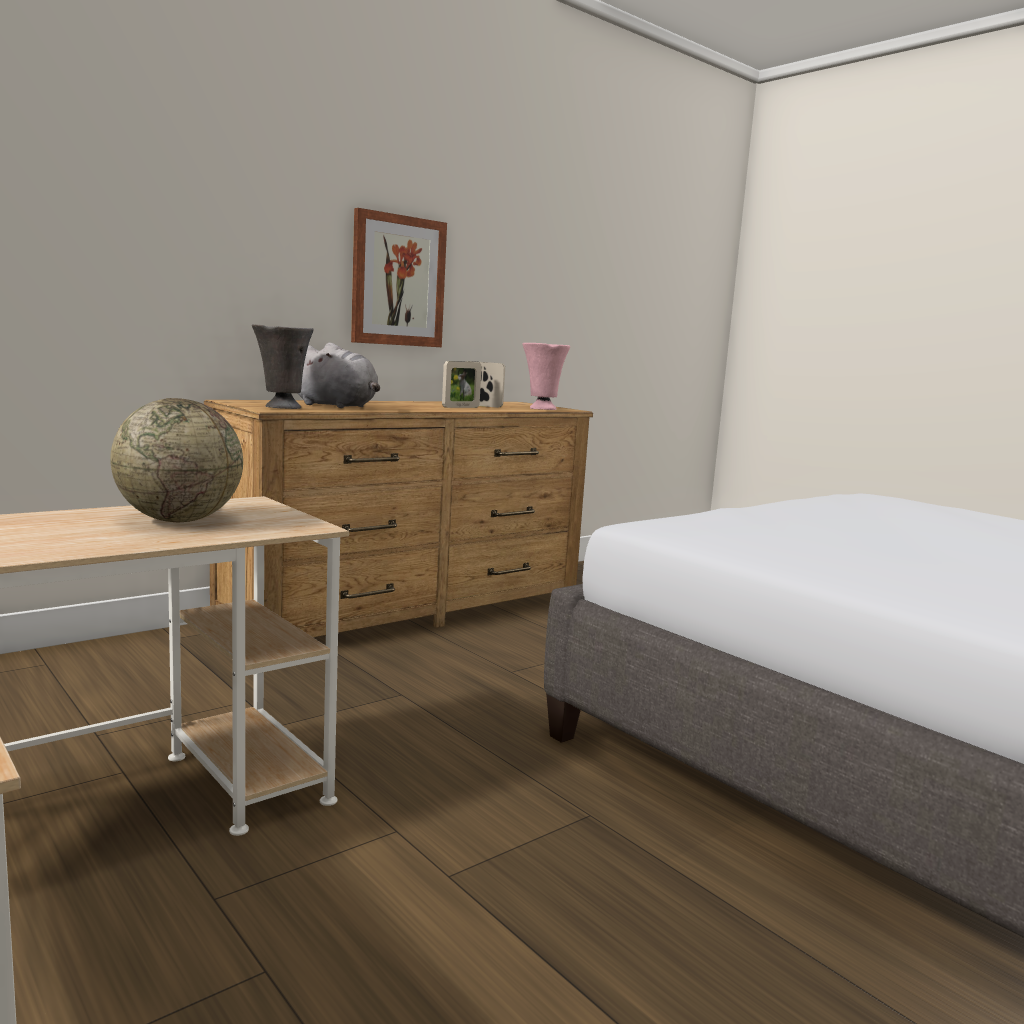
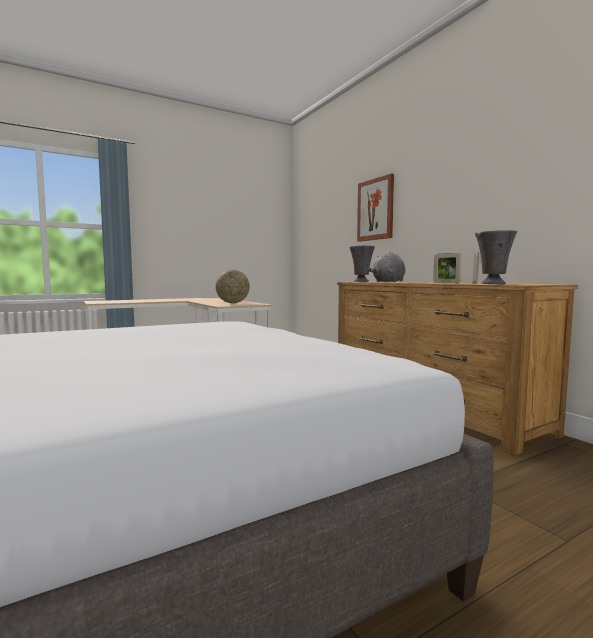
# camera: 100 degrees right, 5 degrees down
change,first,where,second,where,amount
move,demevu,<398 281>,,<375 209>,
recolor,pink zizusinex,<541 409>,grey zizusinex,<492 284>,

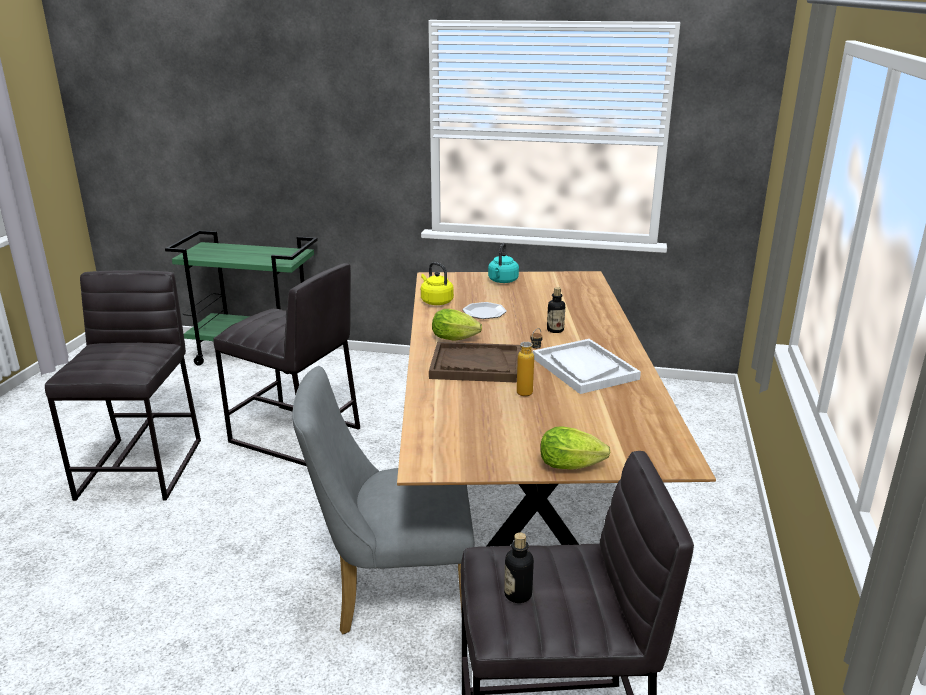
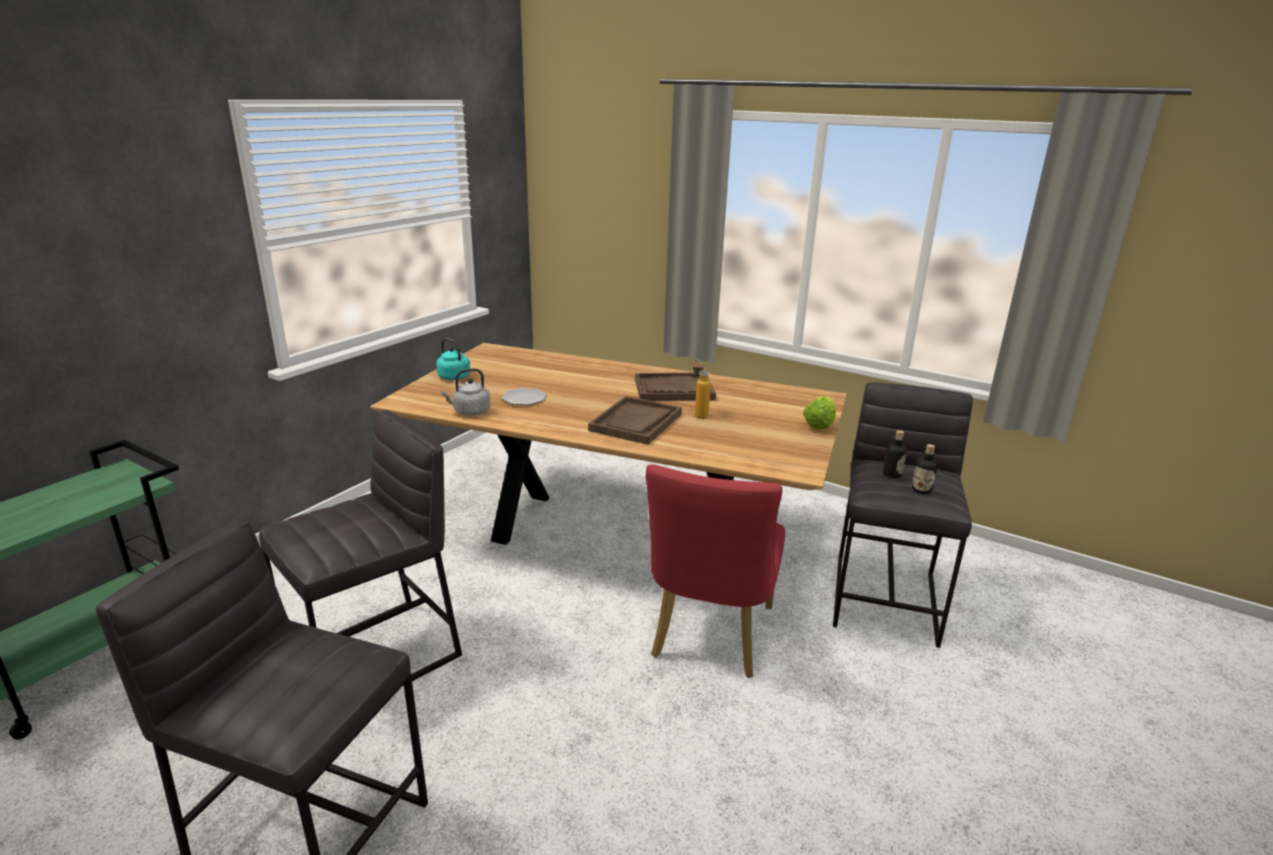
# camera: 70 degrees left, 0 degrees up
change,first,where,second,where,amount
recolor,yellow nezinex,<435 301>,grey nezinex,<469 412>,
move,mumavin,<555 330>,,<892 475>,
delete,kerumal,<457 339>,,,
recolor,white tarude,<584 368>,brown tarude,<673 389>,
recolor,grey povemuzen,<392 594>,red povemuzen,<709 638>,

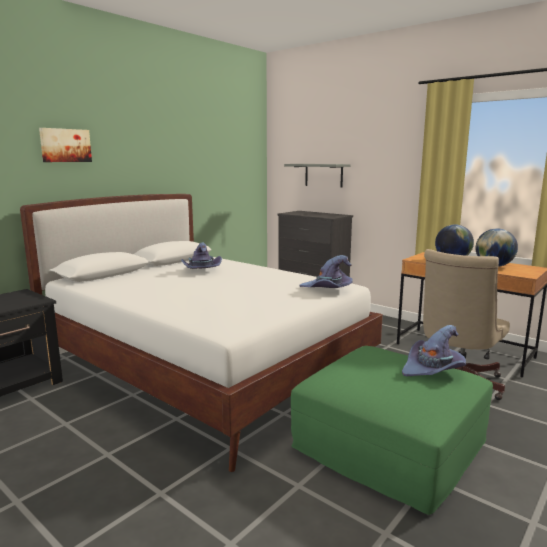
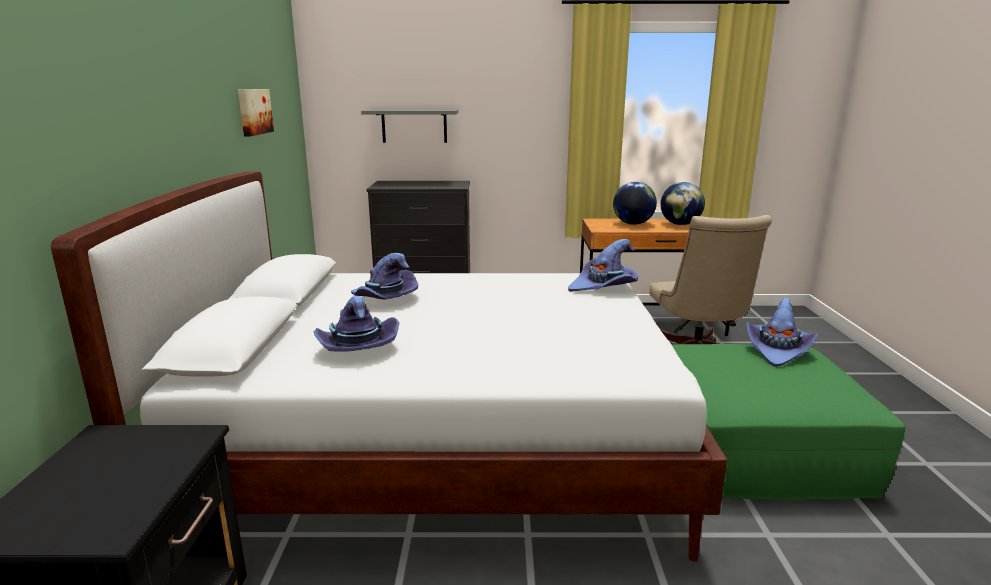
# camera: 40 degrees left, 5 degrees up
change,first,where,second,where,amount
move,demevu,<65 145>,,<253 111>,
insert,,,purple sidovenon,<357 348>,

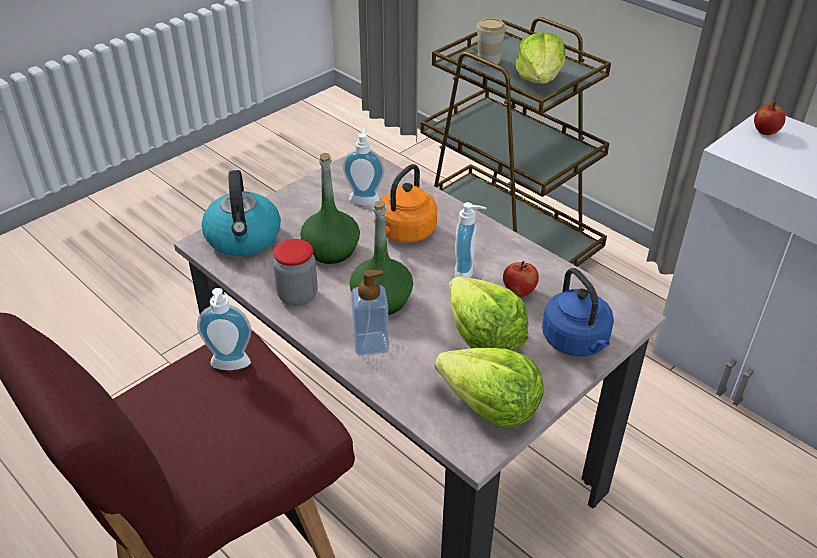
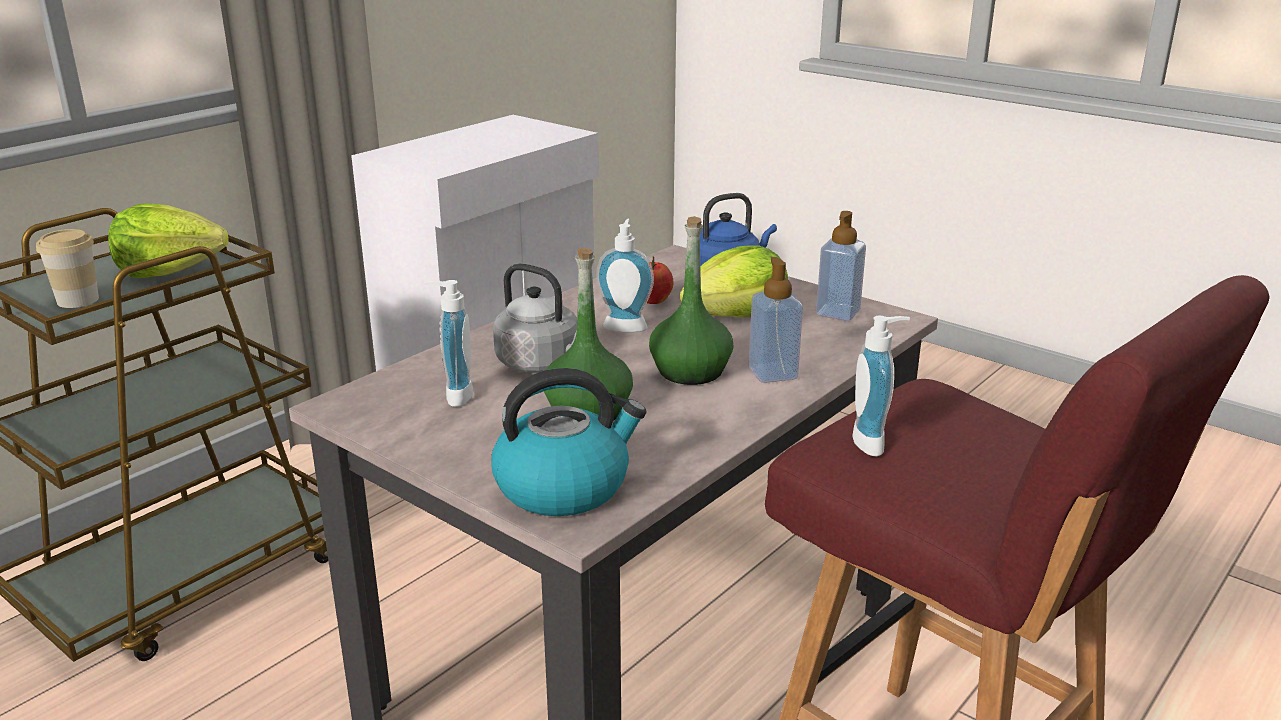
# camera: 95 degrees left, 15 degrees down
change,first,where,second,where,amount
delete,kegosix,<765 132>,,,
recolor,orange nezinex,<405 233>,grey nezinex,<542 364>,
delete,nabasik,<297 296>,,,
replace,kerumal,<490 406>,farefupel,<838 312>,

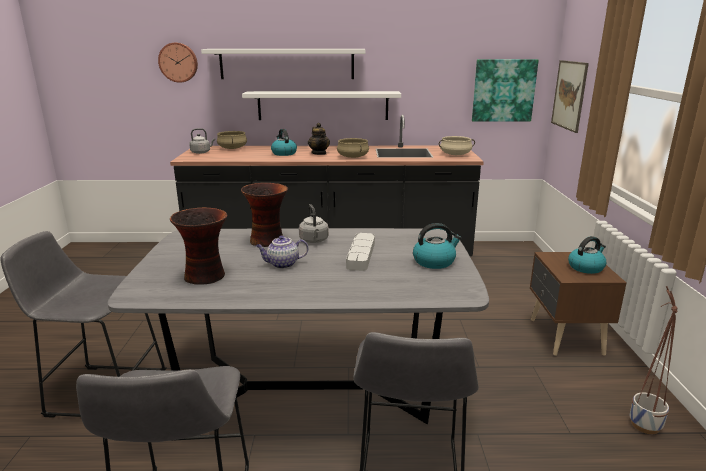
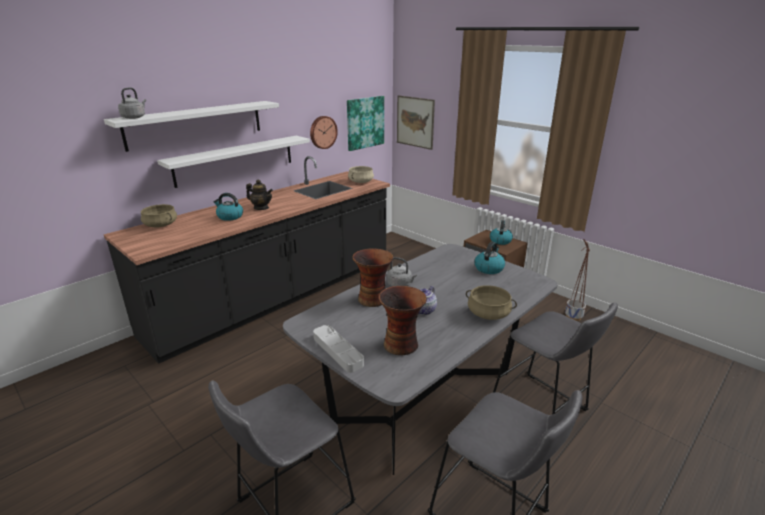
# camera: 45 degrees left, 5 degrees up
change,first,where,second,where,amount
move,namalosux,<178 62>,,<322 132>,
move,grey nezinex,<201 152>,,<134 117>,
move,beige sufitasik,<353 157>,,<488 314>,
move,grey tarude,<361 255>,,<337 351>,

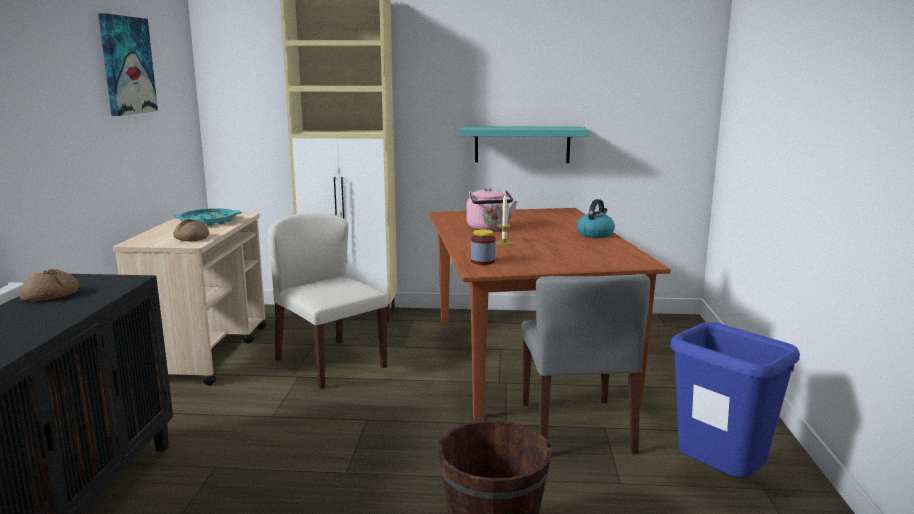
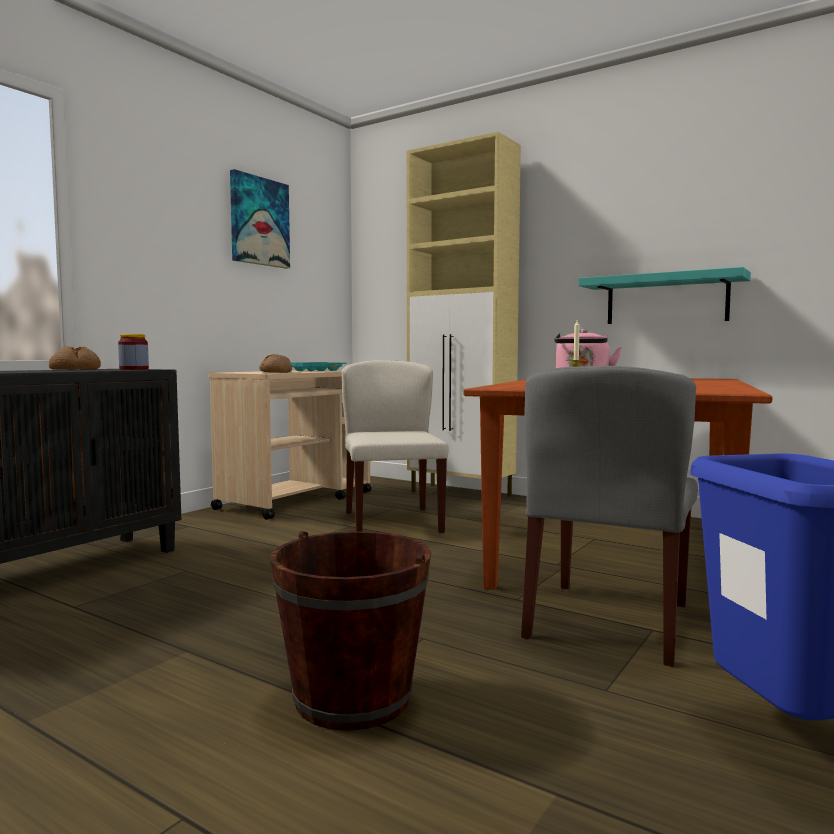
# camera: 30 degrees right, 10 degrees down
change,first,where,second,where,amount
delete,nezinex,<595 234>,,,
move,nabasik,<483 261>,,<134 369>,

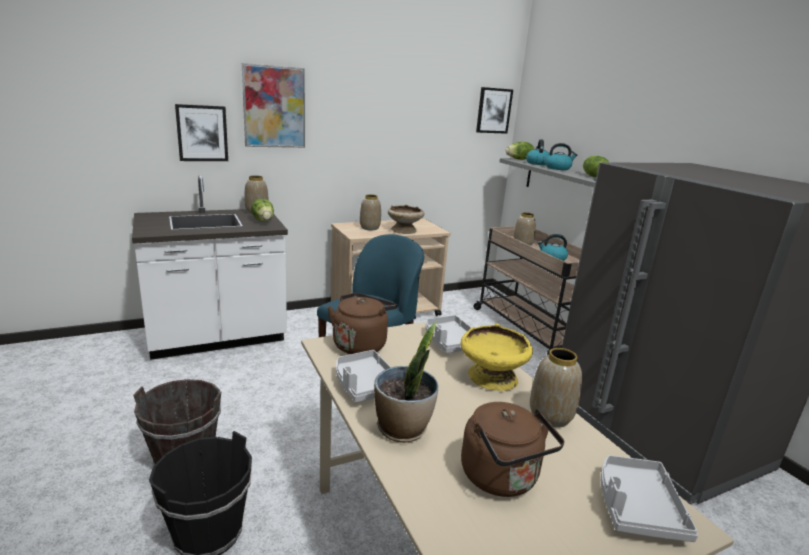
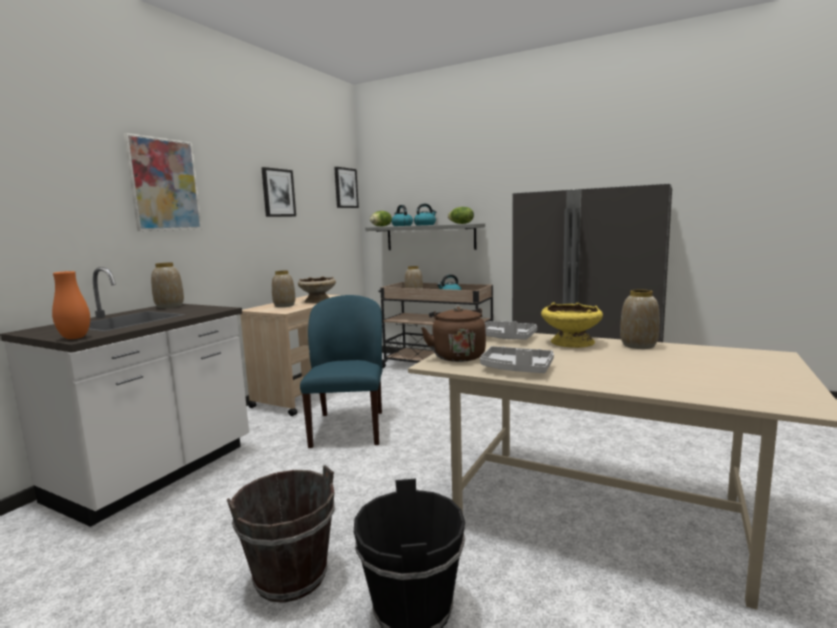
# camera: 35 degrees left, 10 degrees down
change,first,where,second,where,amount
move,demevu,<202 133>,,<278 193>,
delete,kerumal,<263 221>,,,
delete,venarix,<403 429>,,,
delete,brown nezinex,<502 478>,,,
delete,grey tarude,<636 507>,,,
insert,,,orange zizusinex,<75 338>,

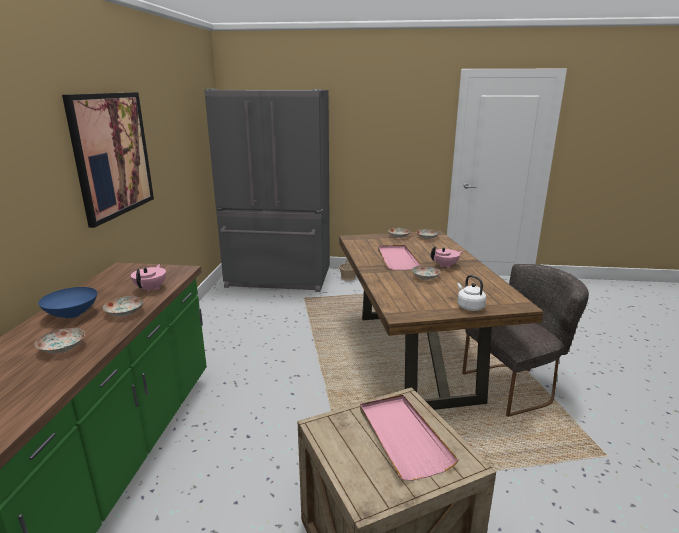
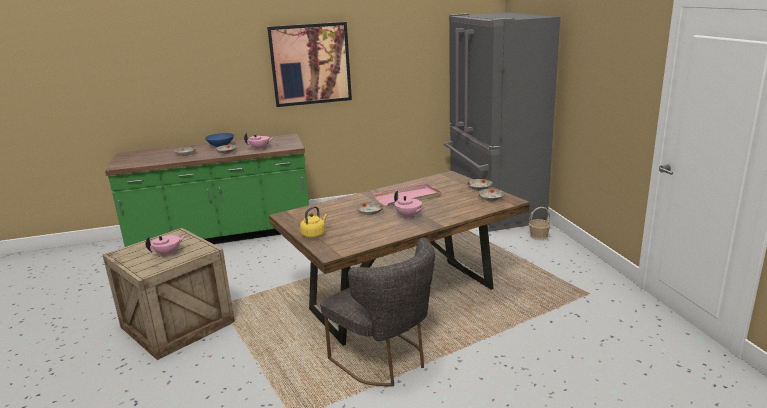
# camera: 70 degrees right, 0 degrees up
change,first,where,second,where,amount
recolor,white nezinex,<469 306>,yellow nezinex,<314 234>,
replace,pink tarude,<402 437>,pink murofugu,<168 253>,

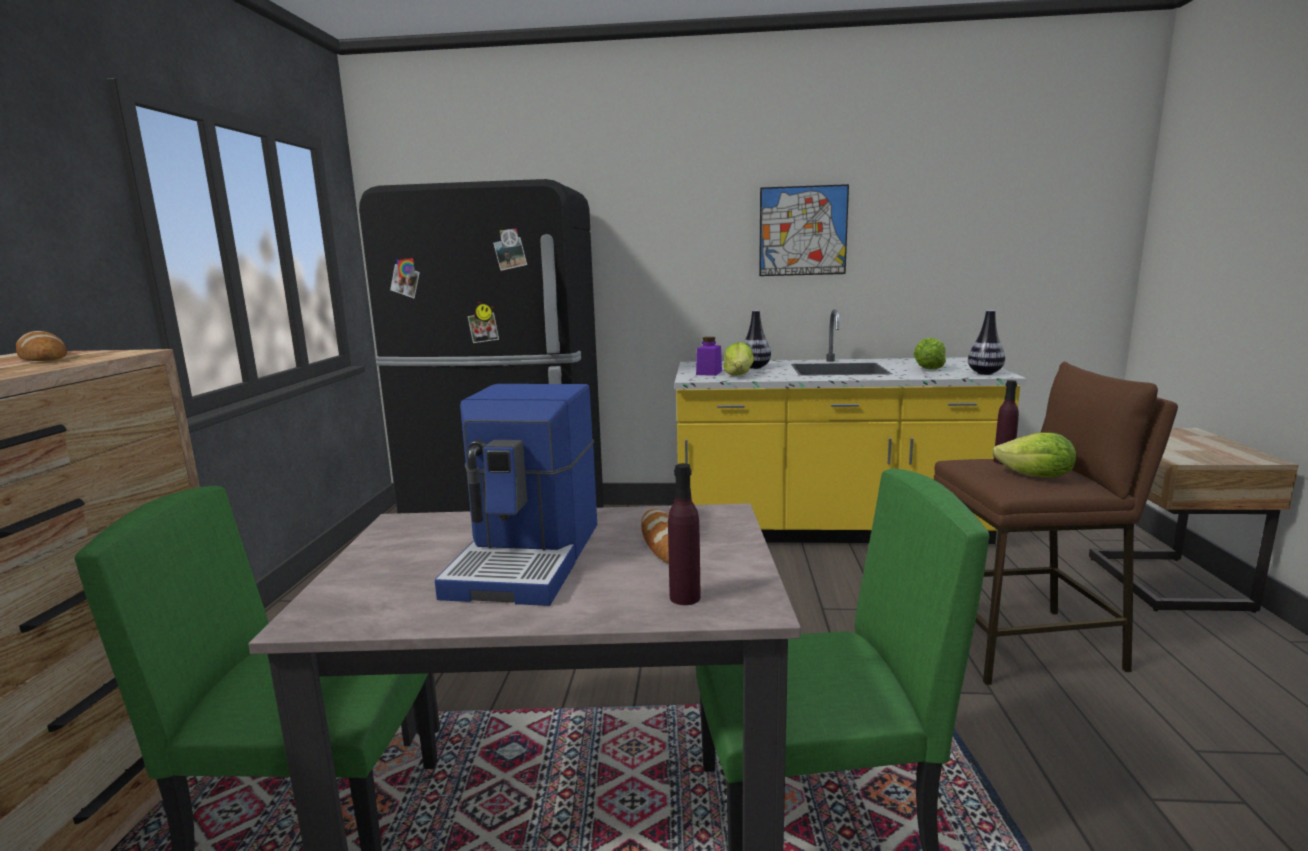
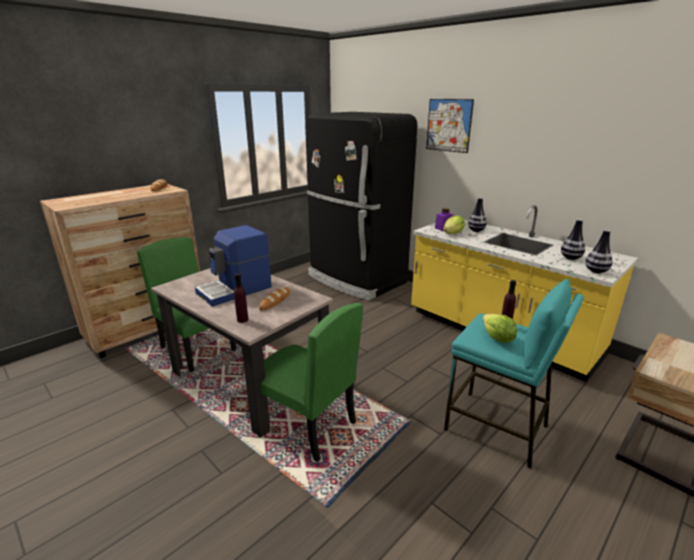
# camera: 40 degrees right, 10 degrees up
change,first,where,second,where,amount
move,demevu,<803 231>,,<448 125>,
replace,kerumal,<928 369>,zizusinex,<570 258>,
recolor,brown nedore,<1023 644>,turquoise nedore,<496 428>,

